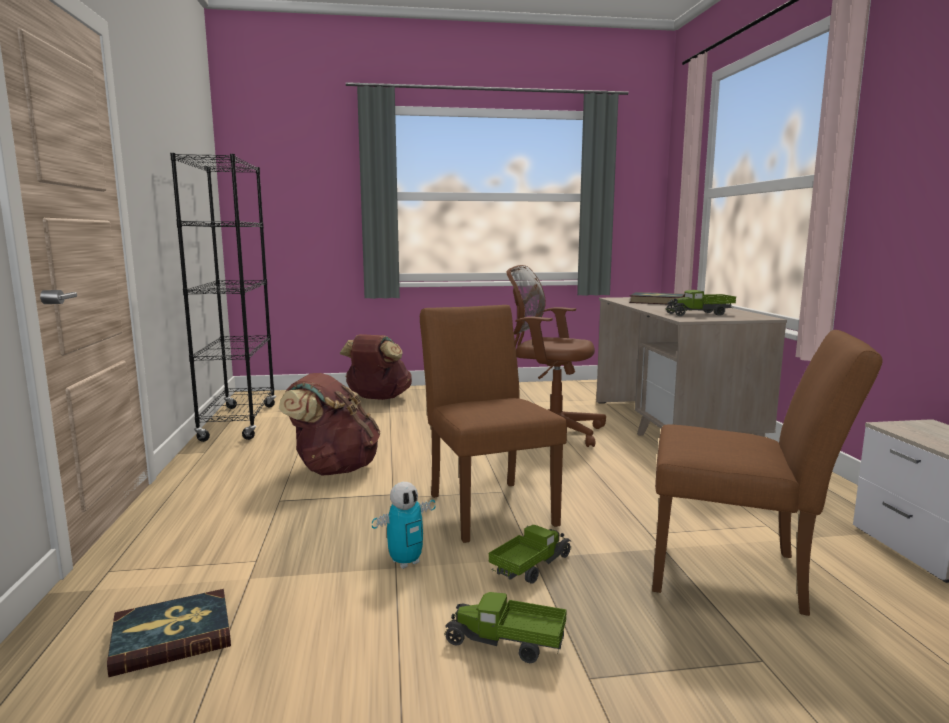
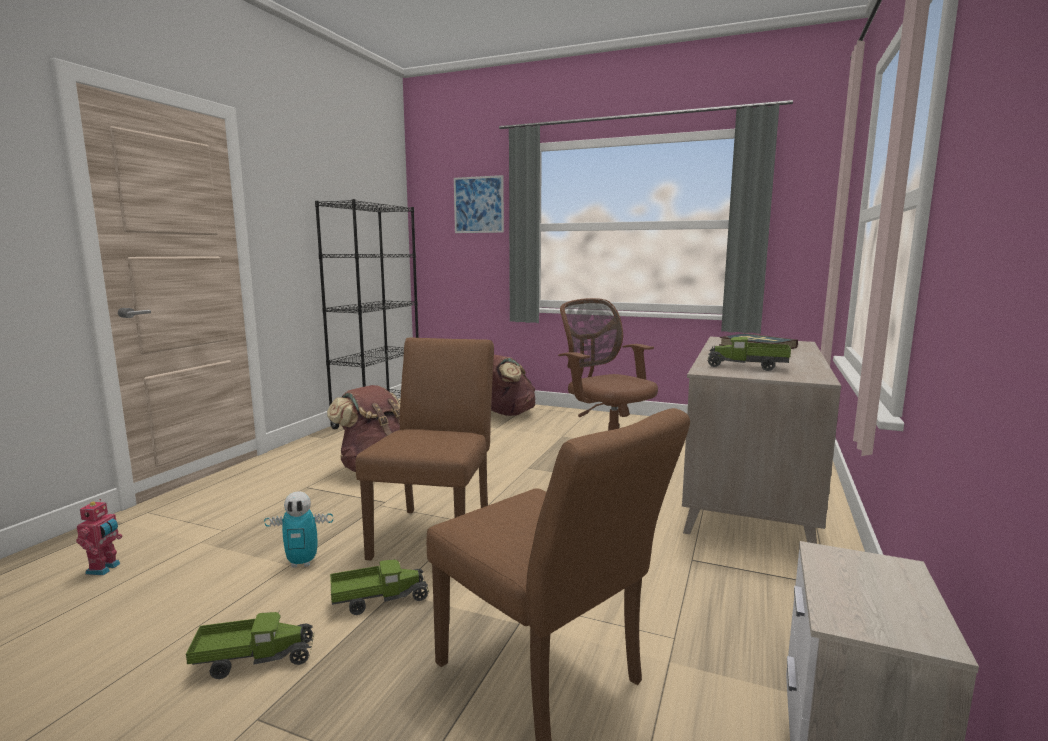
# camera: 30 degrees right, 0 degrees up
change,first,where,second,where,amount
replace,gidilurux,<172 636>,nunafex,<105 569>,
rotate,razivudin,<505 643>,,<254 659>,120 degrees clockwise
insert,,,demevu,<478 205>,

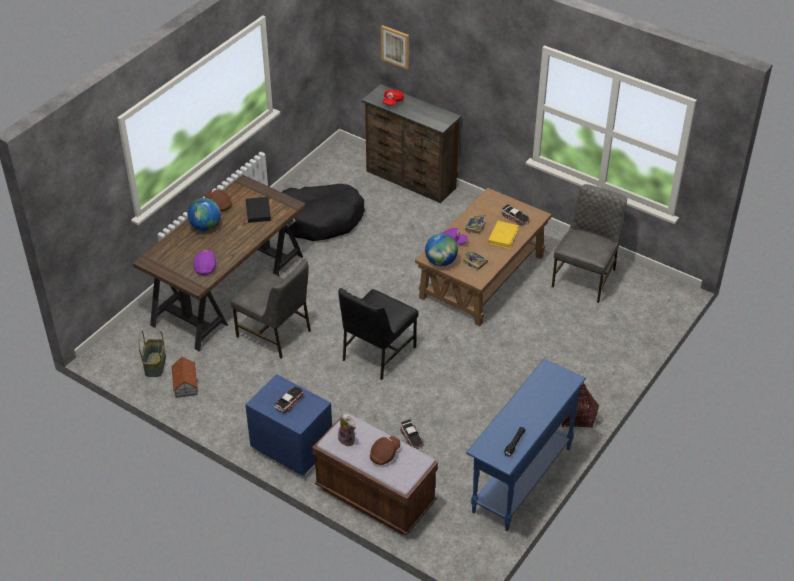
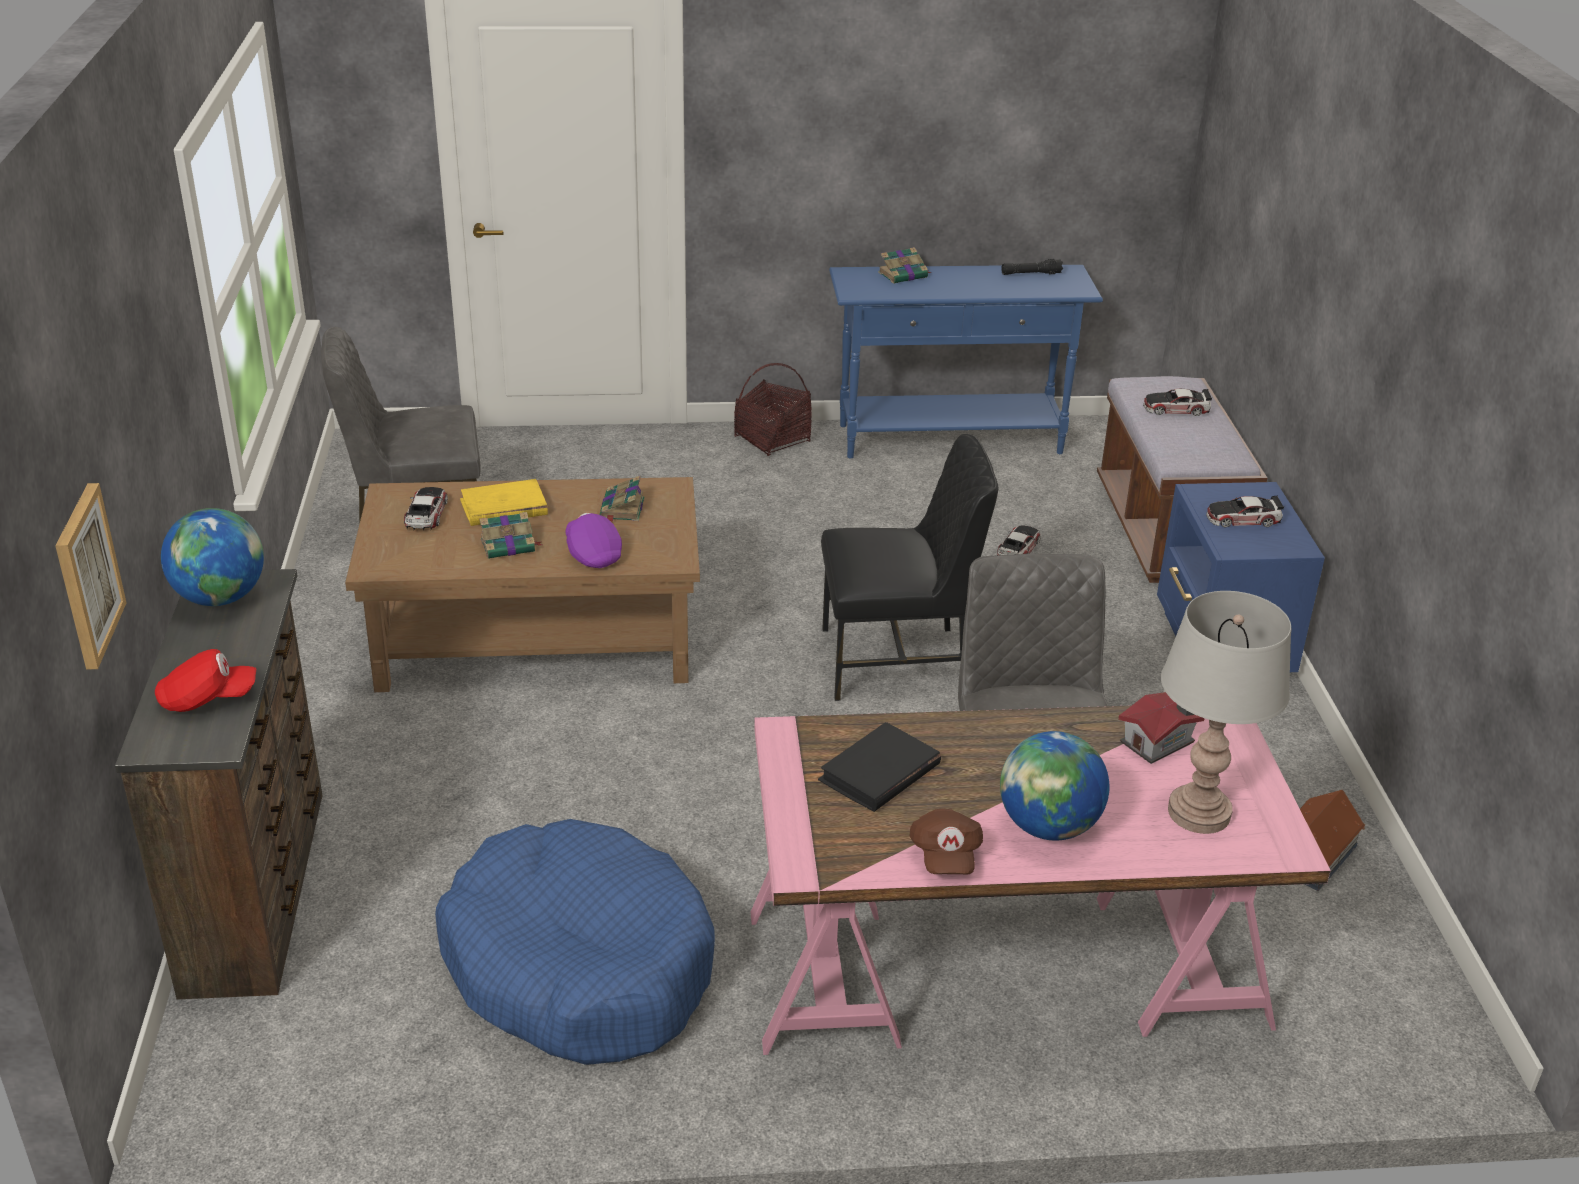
# camera: 130 degrees left, 10 degrees down
change,first,where,second,where,amount
recolor,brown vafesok,<228 289>,pink vafesok,<1004 971>,
recolor,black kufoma,<319 219>,blue kufoma,<579 966>,
move,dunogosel,<441 262>,,<220 598>,
replace,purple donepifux,<206 267>,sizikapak,<1160 743>,
delete,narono,<154 364>,,,
delete,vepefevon,<348 439>,,,
replace,brown donepifux,<385 454>,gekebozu,<1176 409>,
insert,,,gidilurux,<904 275>,
insert,,,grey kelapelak,<1198 813>,

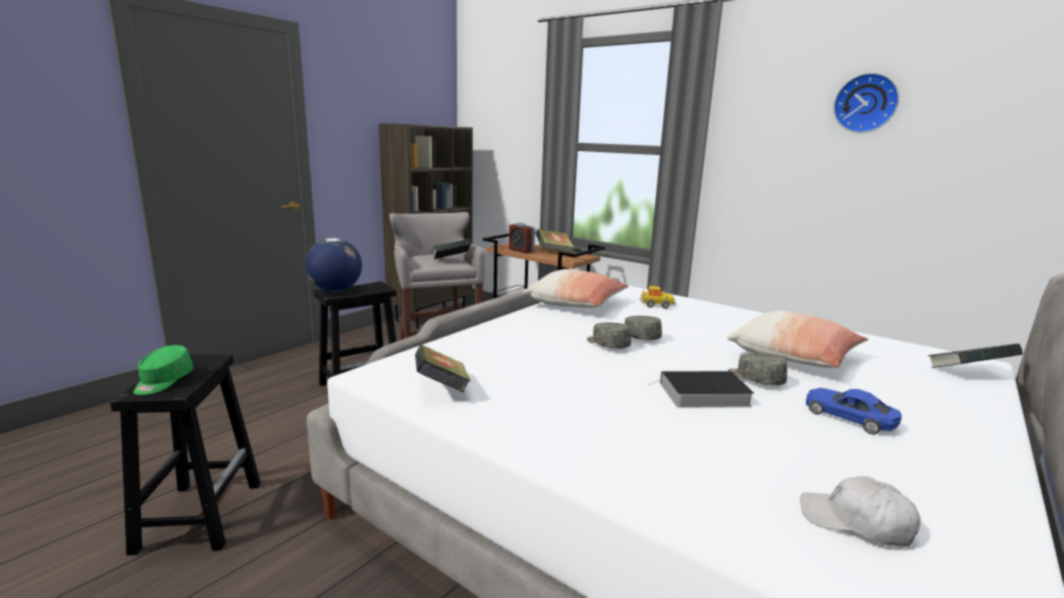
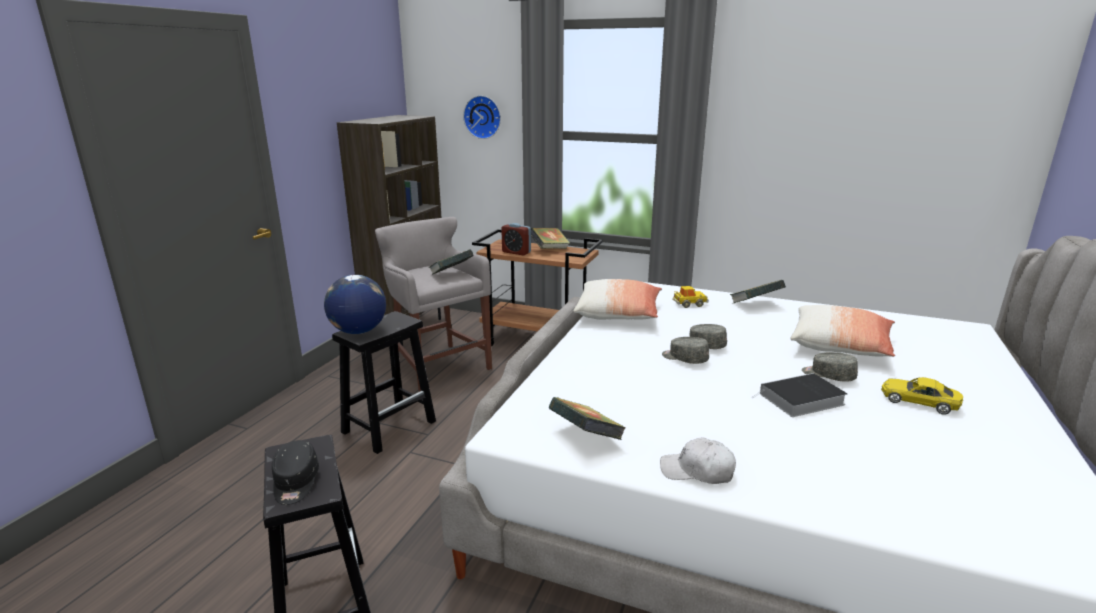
# camera: 15 degrees left, 5 degrees up
change,first,where,second,where,amount
move,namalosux,<865 103>,,<483 117>,
move,gidilurux,<967 374>,,<755 305>,
recolor,green donepifux,<163 381>,black donepifux,<295 483>,
recolor,blue gekebozu,<849 418>,yellow gekebozu,<919 402>,
move,white donepifux,<856 523>,,<697 471>,

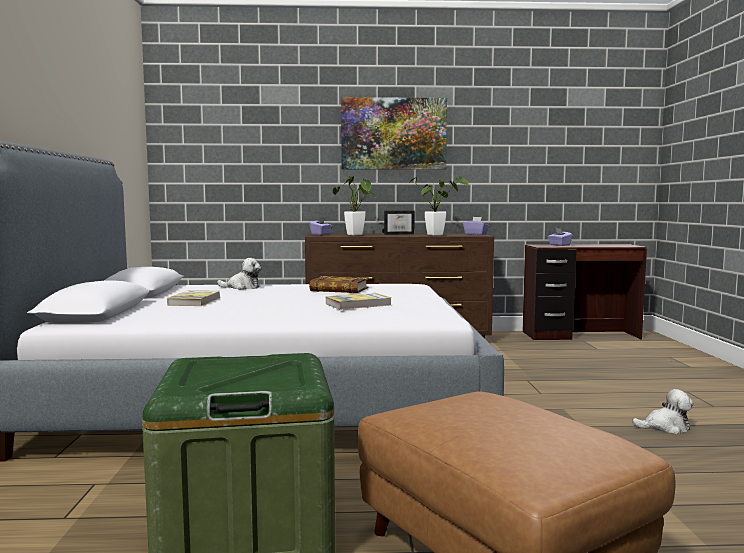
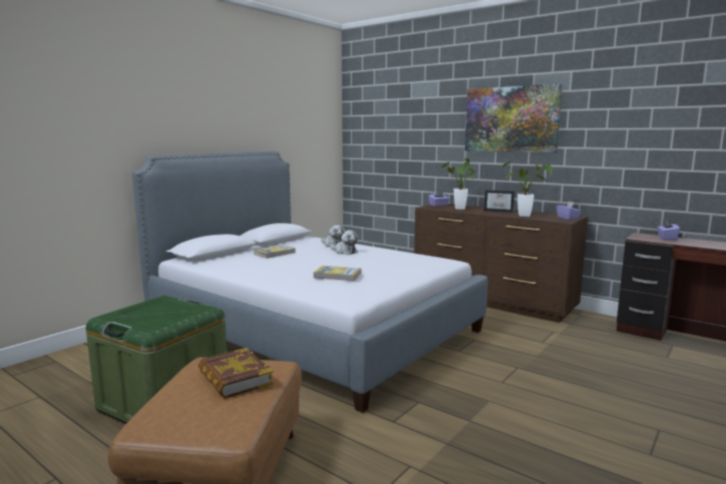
# camera: 40 degrees right, 5 degrees up
change,first,where,second,where,amount
move,gidilurux,<339 289>,,<235 378>,
move,vepefevon,<665 427>,,<344 252>,

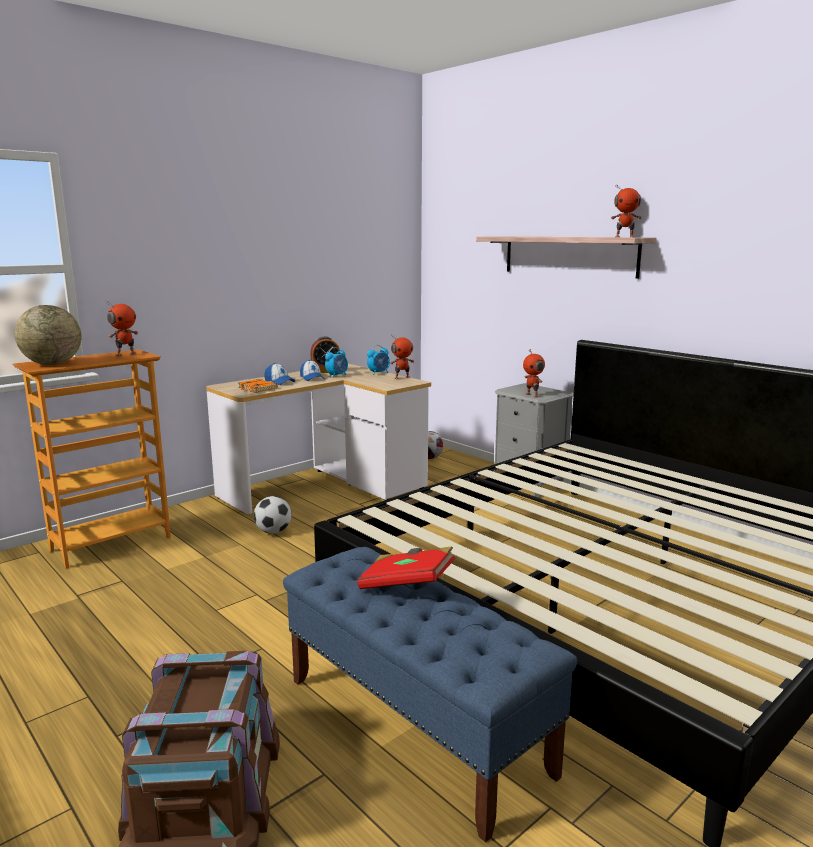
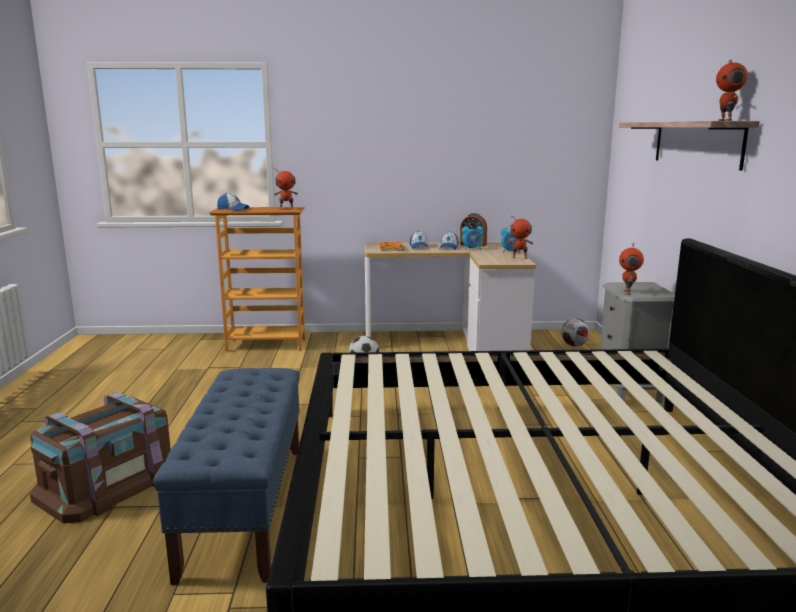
# camera: 40 degrees right, 0 degrees up
change,first,where,second,where,amount
rotate,nunafex,<624 237>,,<726 120>,45 degrees clockwise
replace,dunogosel,<52 364>,donepifux,<233 209>,
delete,red gidilurux,<406 584>,,,

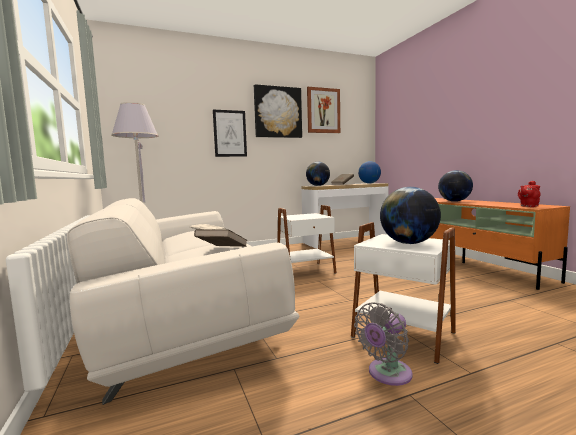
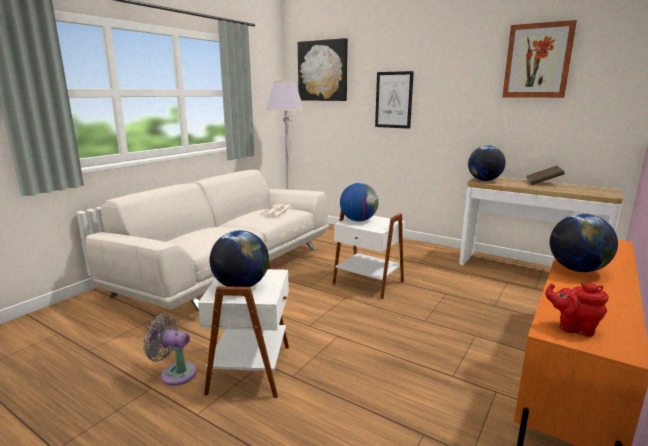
# camera: 55 degrees right, 10 degrees up
change,first,where,second,where,amount
move,demevu,<278 112>,,<323 71>,
move,dunogosel,<369 183>,,<358 220>,
delete,brown gidilurux,<222 250>,,,

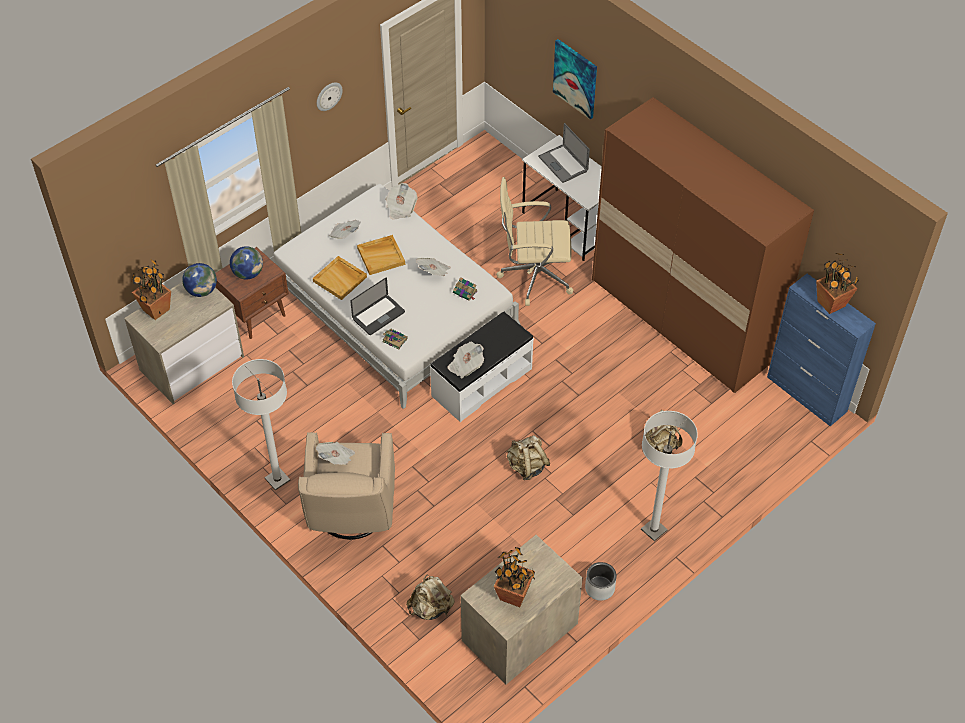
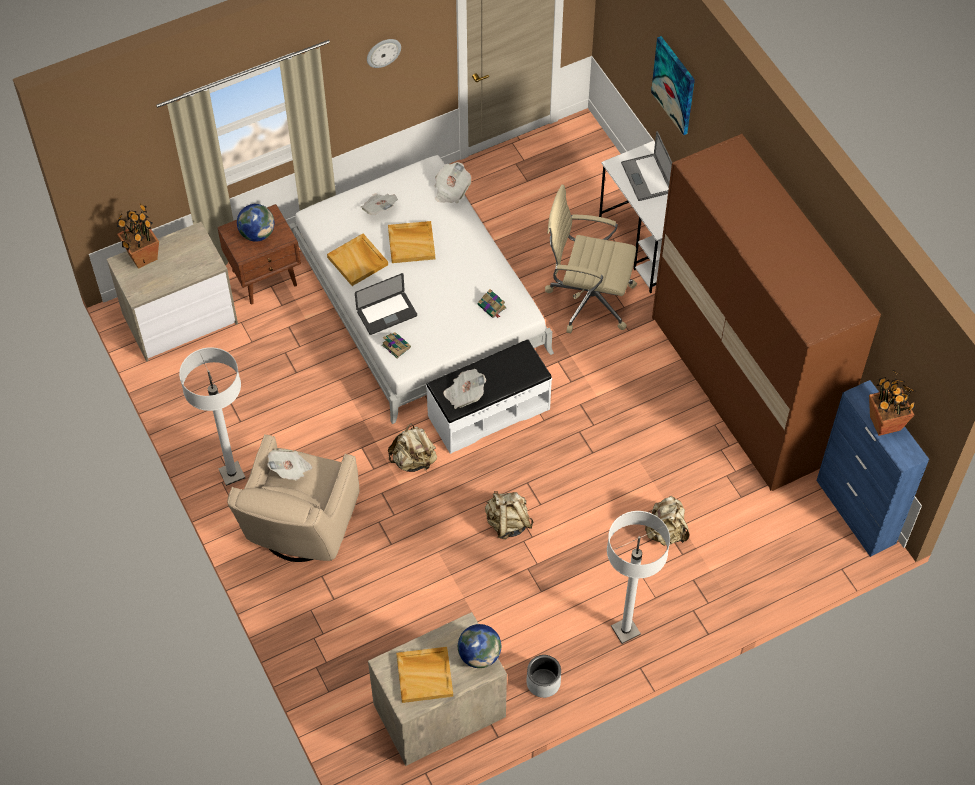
# camera: 15 degrees right, 5 degrees up
change,first,where,second,where,amount
delete,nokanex,<434 272>,,,
move,dunogosel,<202 290>,,<479 655>,
replace,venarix,<513 595>,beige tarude,<425 675>,
move,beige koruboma,<431 608>,,<413 460>,

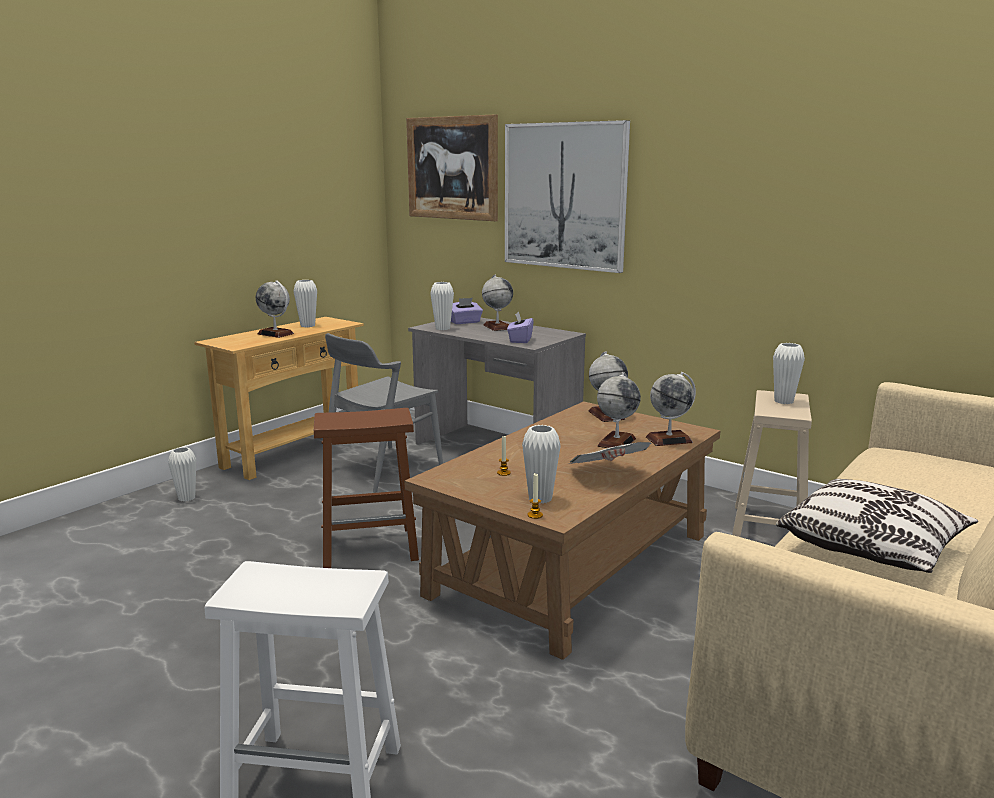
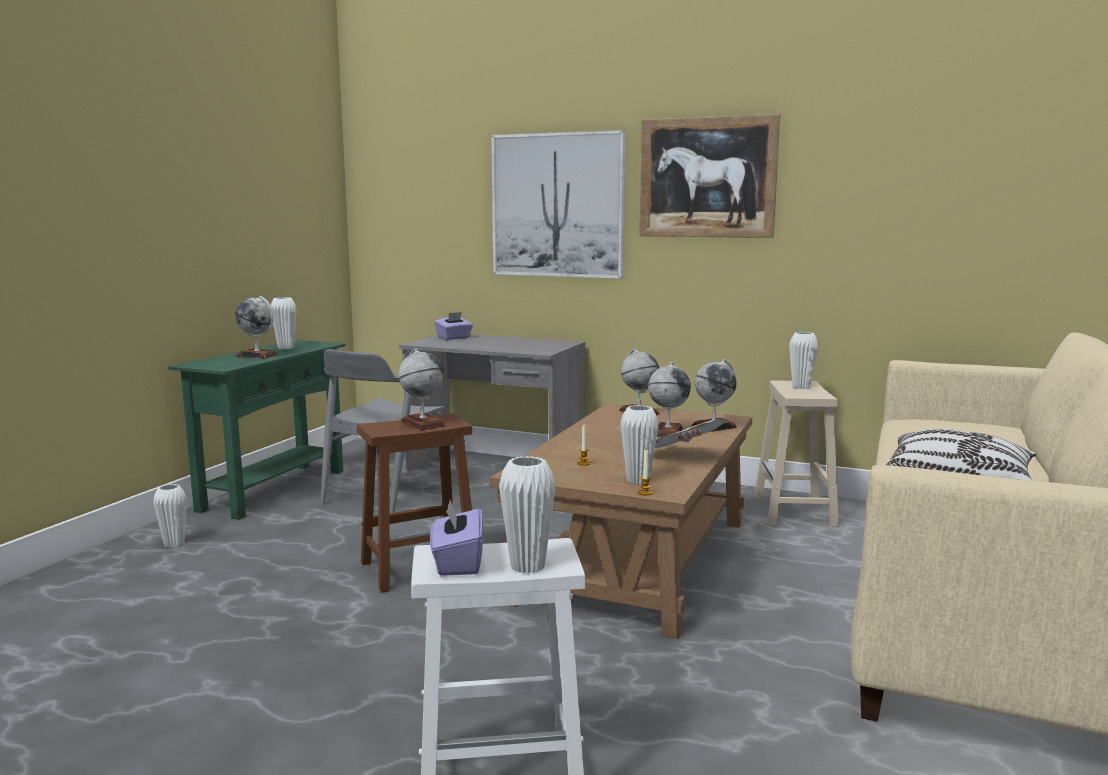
# camera: 15 degrees left, 5 degrees down
change,first,where,second,where,amount
move,demevu,<452 168>,,<707 177>,
move,dunogosel,<497 327>,,<423 423>,
move,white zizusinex,<442 328>,,<527 566>,
move,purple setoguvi,<520 340>,,<457 562>,
recolor,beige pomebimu,<293 453>,green pomebimu,<273 490>,

